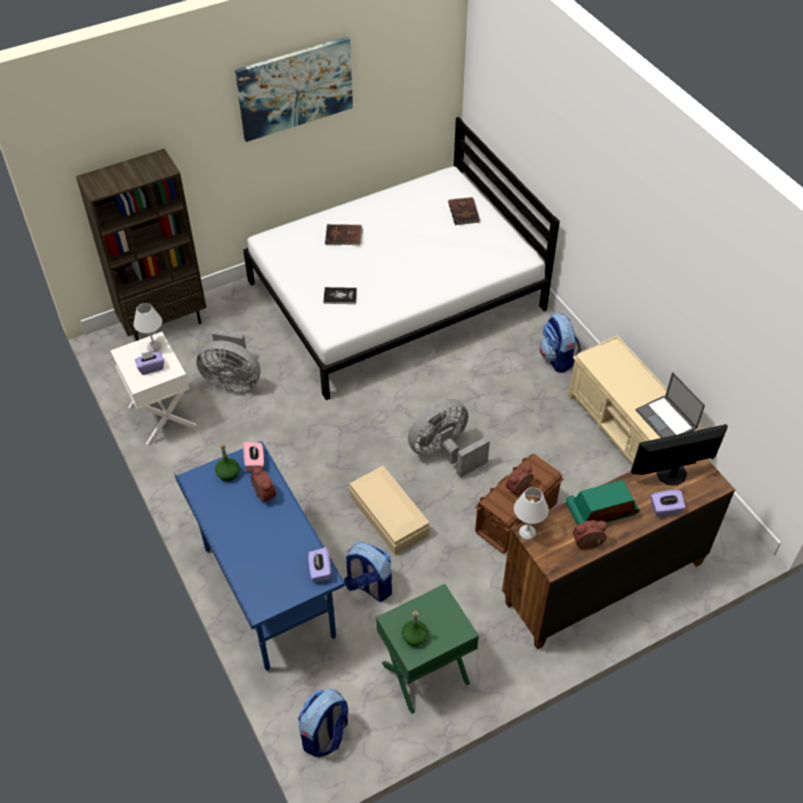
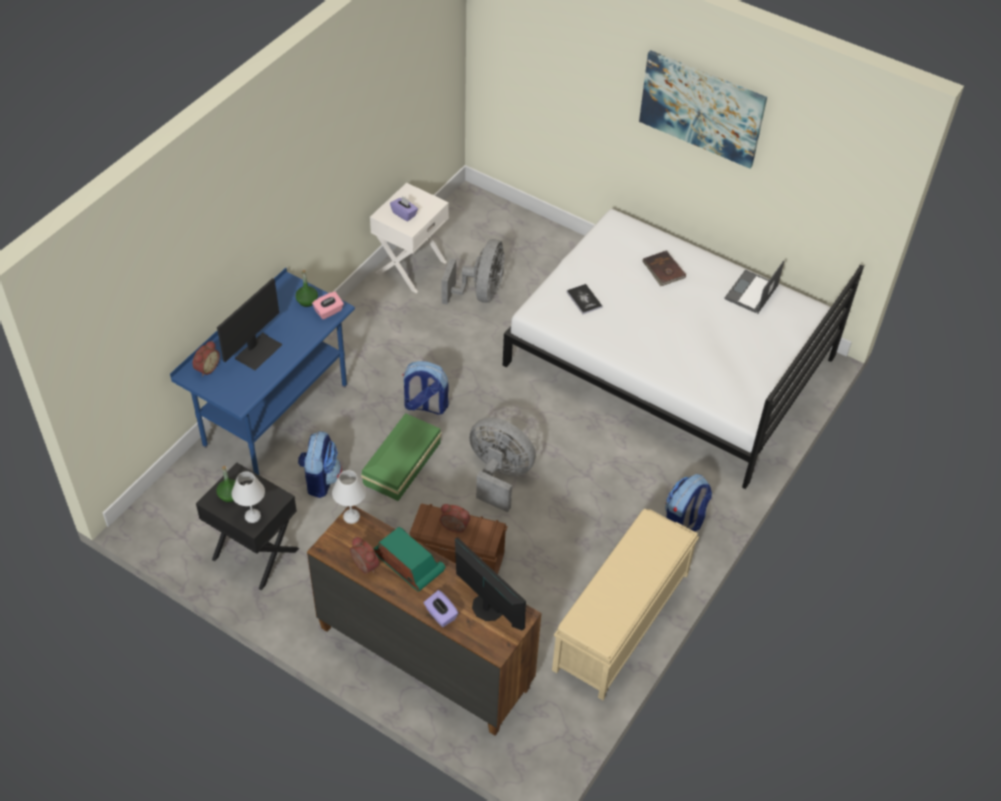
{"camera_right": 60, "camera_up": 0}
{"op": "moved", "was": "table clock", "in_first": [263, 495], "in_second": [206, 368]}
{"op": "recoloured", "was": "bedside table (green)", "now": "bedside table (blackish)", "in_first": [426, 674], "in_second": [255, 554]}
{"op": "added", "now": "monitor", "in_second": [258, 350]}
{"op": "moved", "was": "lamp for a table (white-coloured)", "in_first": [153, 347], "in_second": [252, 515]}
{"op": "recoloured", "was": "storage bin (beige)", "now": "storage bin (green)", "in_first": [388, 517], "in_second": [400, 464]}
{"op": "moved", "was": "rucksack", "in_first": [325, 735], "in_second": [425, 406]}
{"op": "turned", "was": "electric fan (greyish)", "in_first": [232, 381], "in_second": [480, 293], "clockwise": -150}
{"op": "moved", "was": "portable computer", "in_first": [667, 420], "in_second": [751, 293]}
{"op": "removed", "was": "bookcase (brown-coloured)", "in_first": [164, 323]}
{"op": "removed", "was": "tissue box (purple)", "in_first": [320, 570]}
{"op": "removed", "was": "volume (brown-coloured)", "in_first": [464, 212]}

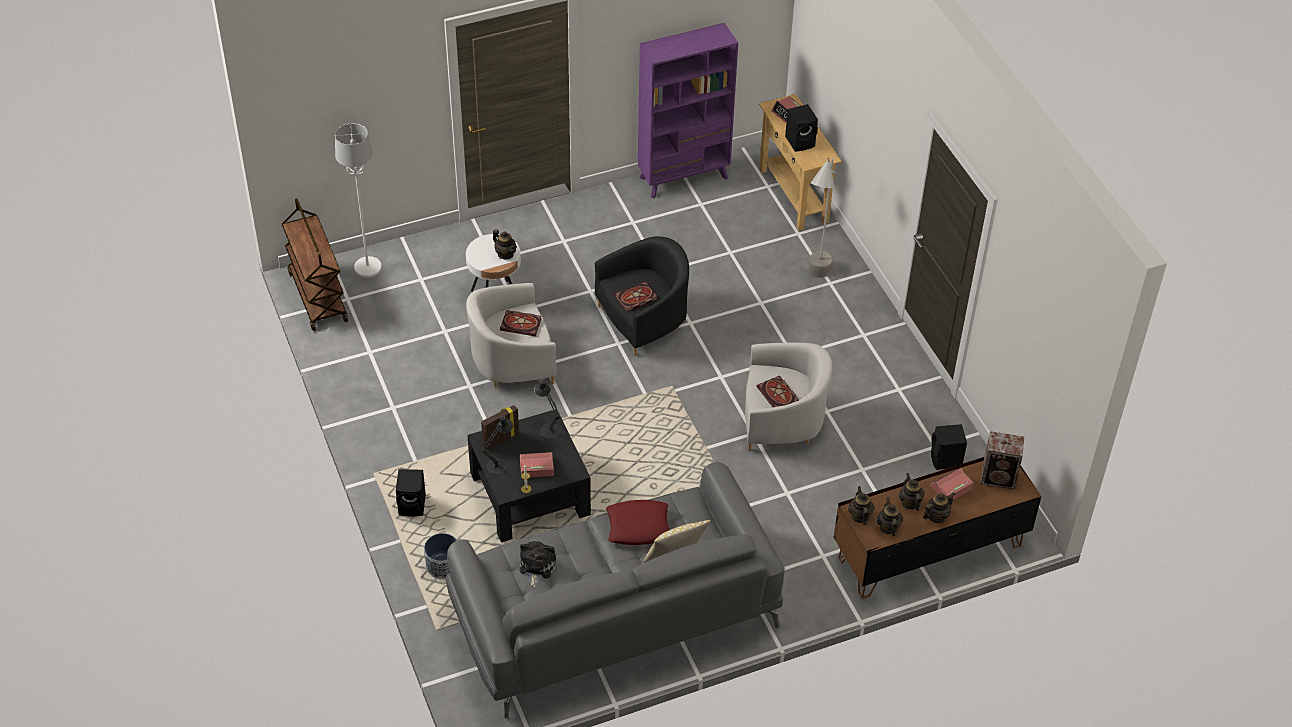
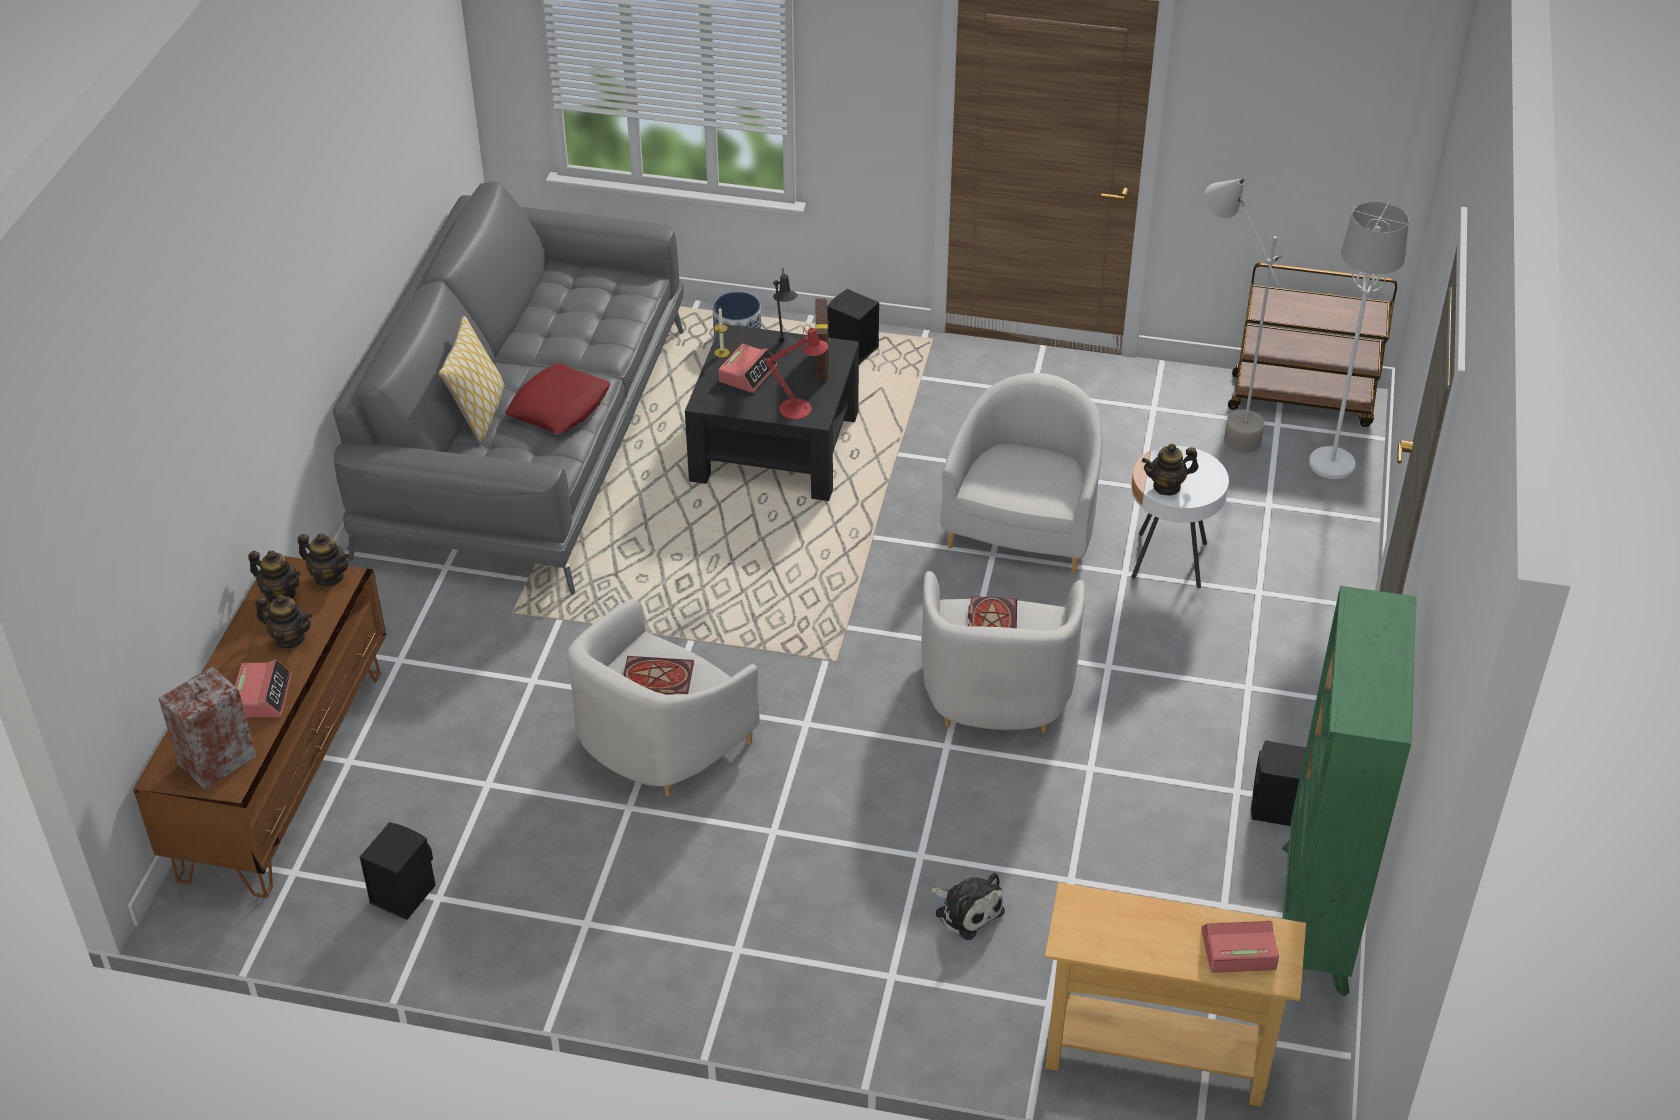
{"camera_right": 125, "camera_up": -5}
{"op": "recoloured", "was": "lamp for a table (blackish)", "now": "lamp for a table (red)", "in_first": [548, 429], "in_second": [800, 409]}
{"op": "recoloured", "was": "armchair (blackish)", "now": "armchair (white-coloured)", "in_first": [643, 320], "in_second": [997, 696]}
{"op": "moved", "was": "soft toy", "in_first": [536, 567], "in_second": [967, 910]}
{"op": "moved", "was": "standard lamp (greyish)", "in_first": [815, 282], "in_second": [1219, 425]}
{"op": "moved", "was": "loudspeaker (blackish)", "in_first": [801, 141], "in_second": [1276, 809]}
{"op": "recoloured", "was": "bookcase (purple)", "now": "bookcase (green)", "in_first": [684, 177], "in_second": [1313, 919]}
{"op": "removed", "was": "volume", "in_first": [522, 324]}
{"op": "removed", "was": "teapot", "in_first": [936, 516]}

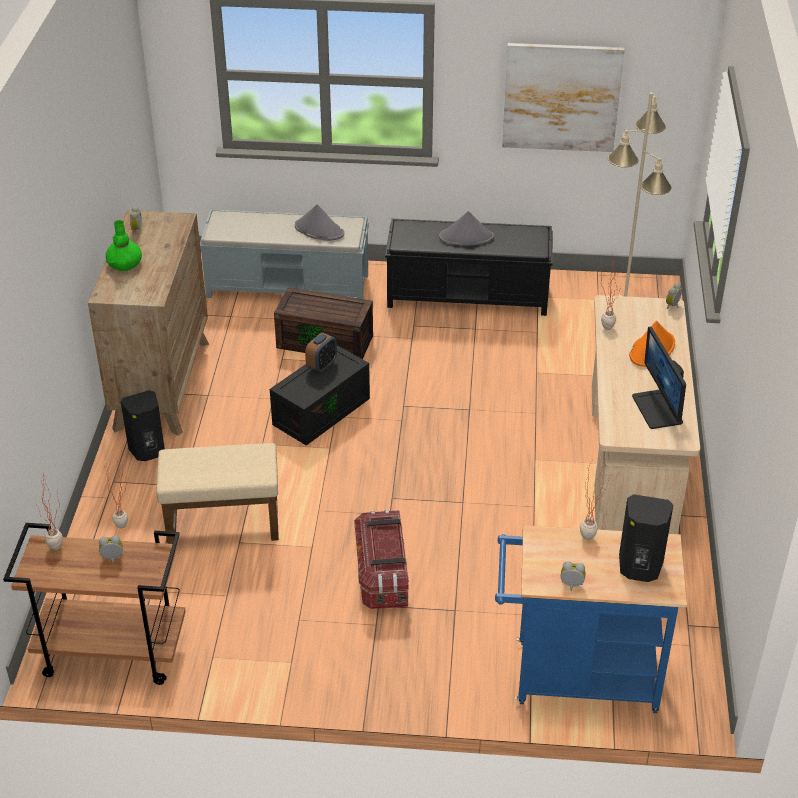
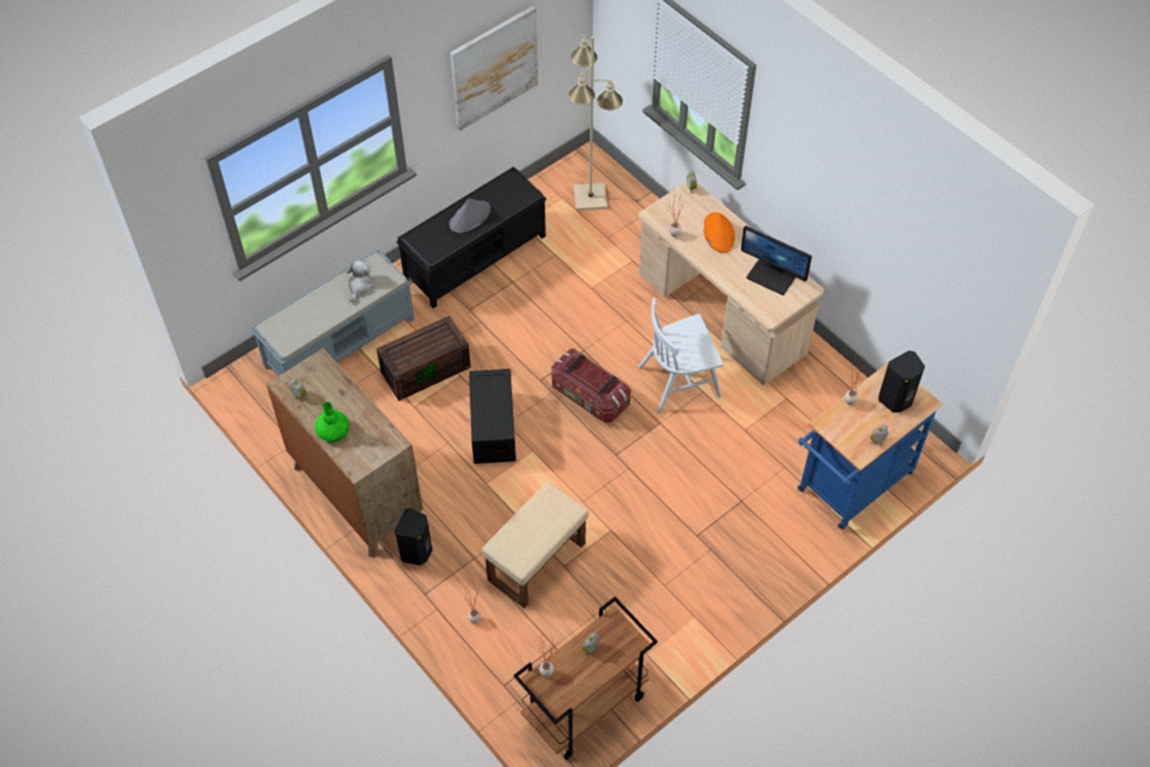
{"camera_right": -45, "camera_up": 15}
{"op": "replaced", "was": "clothing hat (greyish)", "now": "soft toy", "in_first": [319, 230], "in_second": [359, 286]}
{"op": "moved", "was": "storage bin", "in_first": [382, 575], "in_second": [589, 396]}
{"op": "added", "now": "chair (white-coloured)", "in_second": [679, 381]}
{"op": "removed", "was": "table clock", "in_first": [322, 365]}

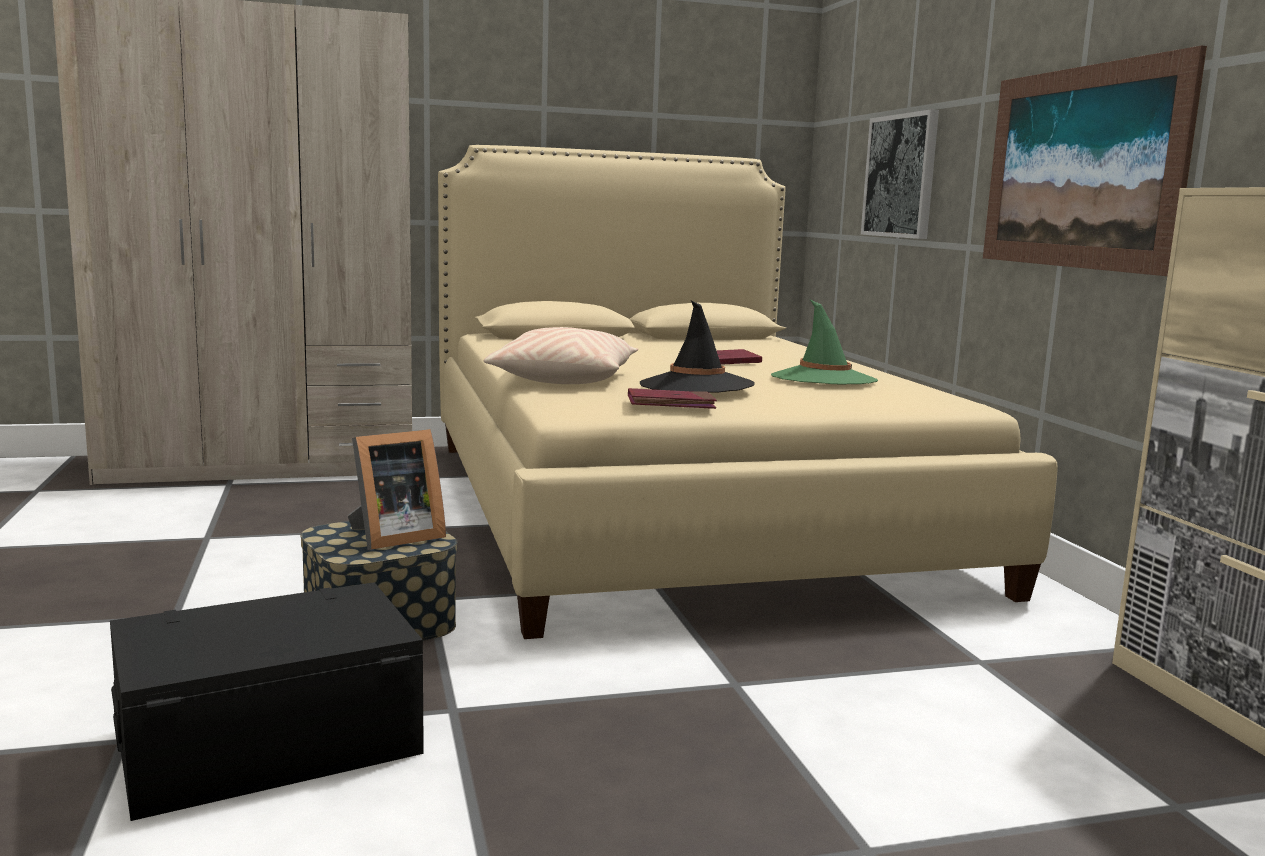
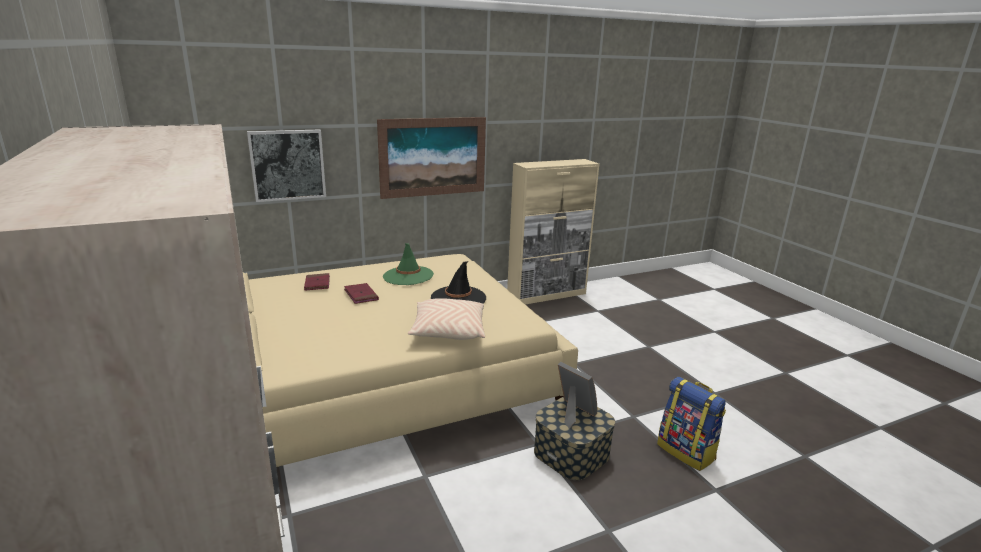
{"camera_right": -100, "camera_up": 10}
{"op": "moved", "was": "volume (red)", "in_first": [670, 404], "in_second": [317, 284]}
{"op": "replaced", "was": "storage bin (blackish)", "now": "rucksack", "in_first": [269, 743], "in_second": [686, 452]}

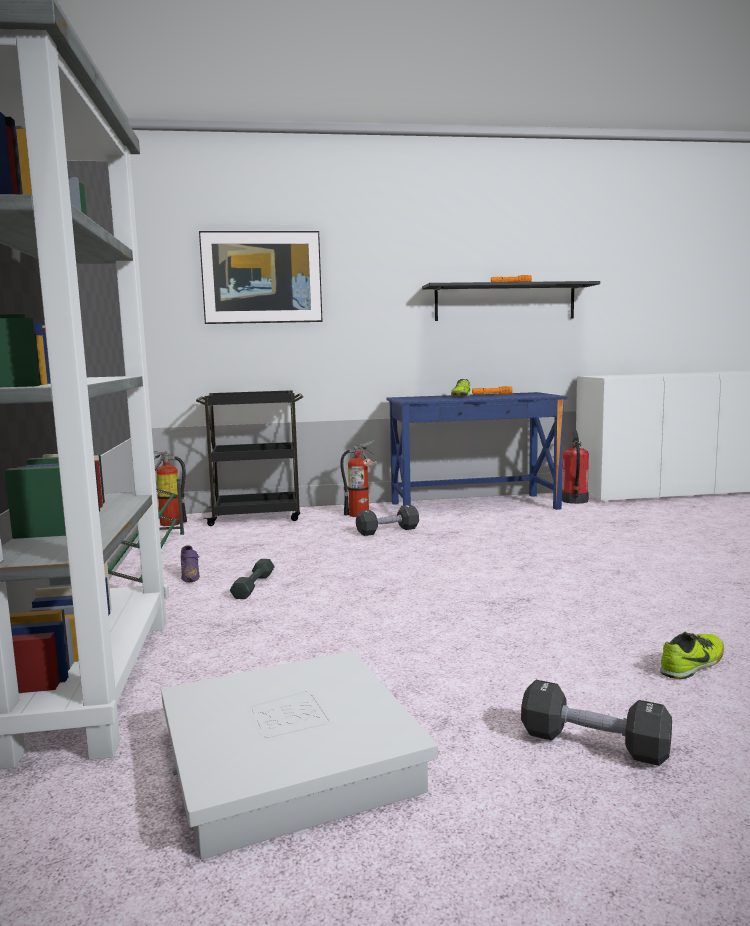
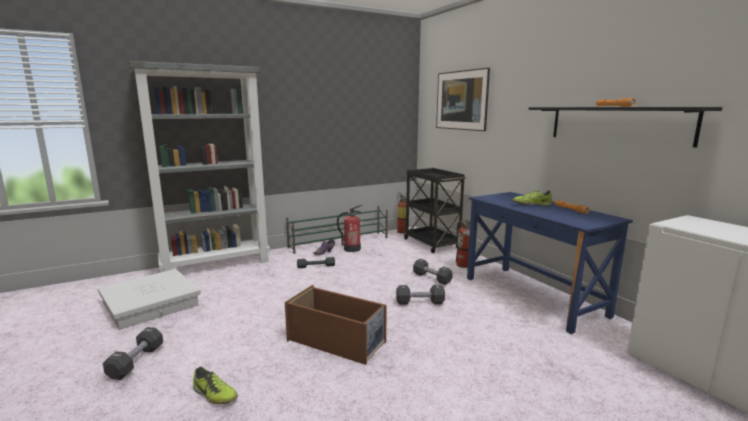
{"camera_right": 70, "camera_up": 5}
{"op": "added", "now": "storage bin (brown-coloured)", "in_second": [337, 341]}
{"op": "moved", "was": "fire-fighting cylinder", "in_first": [574, 501], "in_second": [351, 249]}
{"op": "added", "now": "hand weight (blackish)", "in_second": [420, 302]}

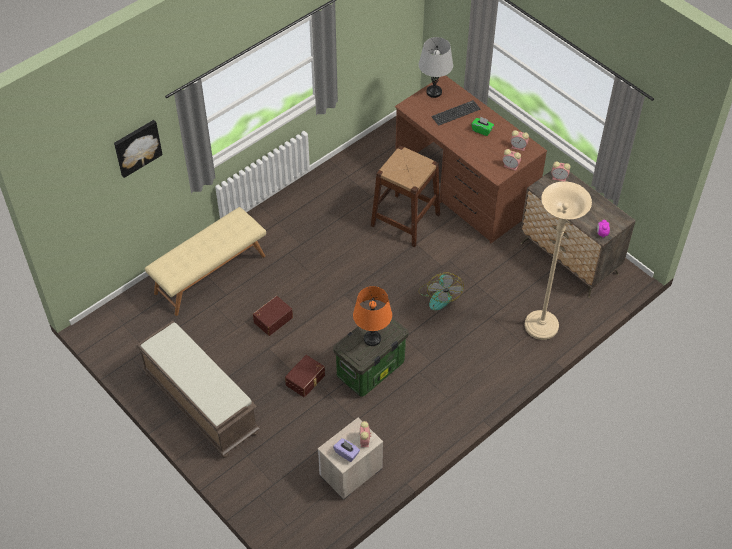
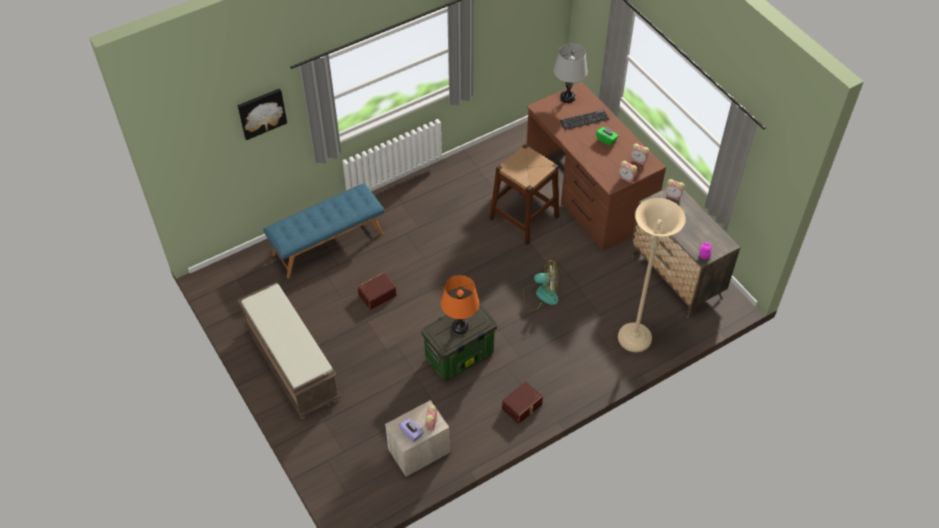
{"camera_right": 10, "camera_up": 0}
{"op": "recoloured", "was": "long seat (beige)", "now": "long seat (bluish)", "in_first": [210, 274], "in_second": [327, 243]}
{"op": "moved", "was": "storage bin (brown-coloured)", "in_first": [306, 380], "in_second": [522, 406]}
{"op": "turned", "was": "electric fan", "in_first": [439, 295], "in_second": [541, 294], "clockwise": -90}

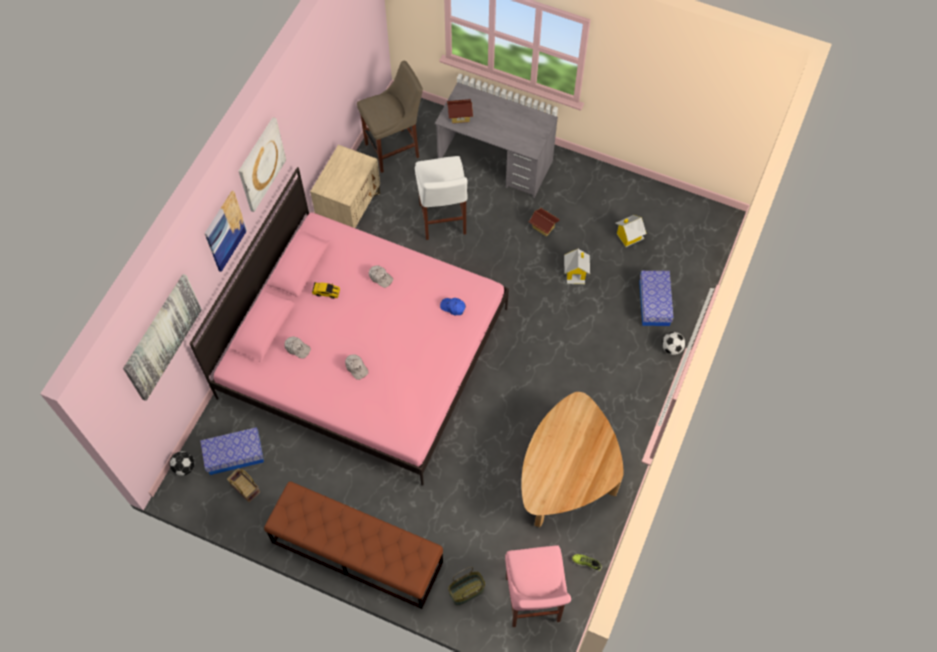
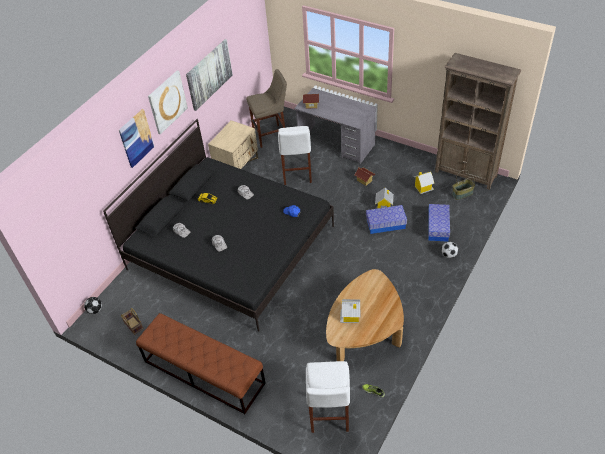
{"camera_right": 10, "camera_up": -15}
{"op": "recoloured", "was": "sleeping bed (pink)", "now": "sleeping bed (blackish)", "in_first": [364, 352], "in_second": [231, 247]}
{"op": "moved", "was": "wall art", "in_first": [162, 337], "in_second": [209, 74]}
{"op": "recoloured", "was": "stool seat (pink)", "now": "stool seat (white-coloured)", "in_first": [532, 603], "in_second": [329, 416]}
{"op": "added", "now": "miniature house", "in_second": [350, 316]}
{"op": "moved", "was": "storage bin", "in_first": [234, 455], "in_second": [386, 224]}
{"op": "added", "now": "bookcase (brown-coloured)", "in_second": [466, 174]}
{"op": "moved", "was": "storage basket", "in_first": [466, 592], "in_second": [462, 194]}

